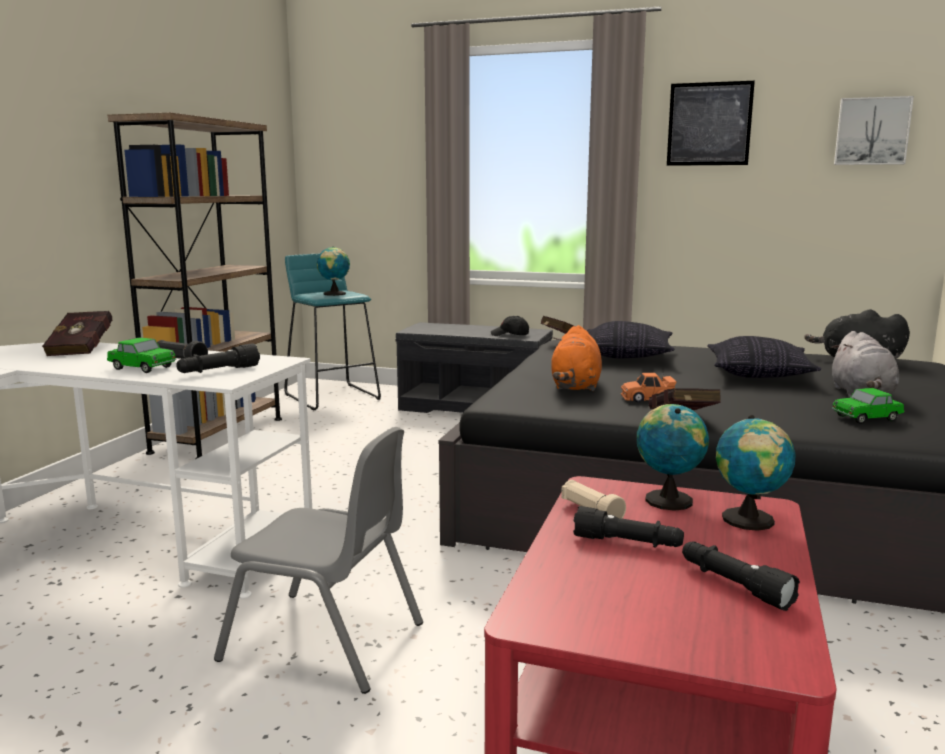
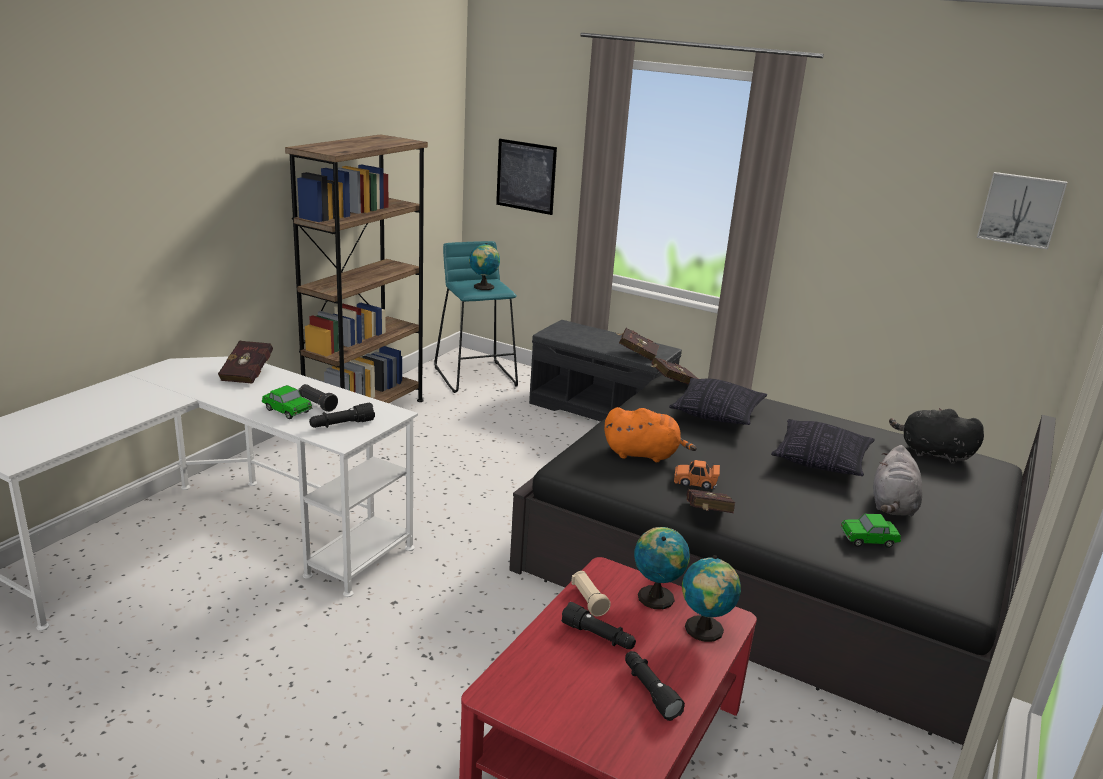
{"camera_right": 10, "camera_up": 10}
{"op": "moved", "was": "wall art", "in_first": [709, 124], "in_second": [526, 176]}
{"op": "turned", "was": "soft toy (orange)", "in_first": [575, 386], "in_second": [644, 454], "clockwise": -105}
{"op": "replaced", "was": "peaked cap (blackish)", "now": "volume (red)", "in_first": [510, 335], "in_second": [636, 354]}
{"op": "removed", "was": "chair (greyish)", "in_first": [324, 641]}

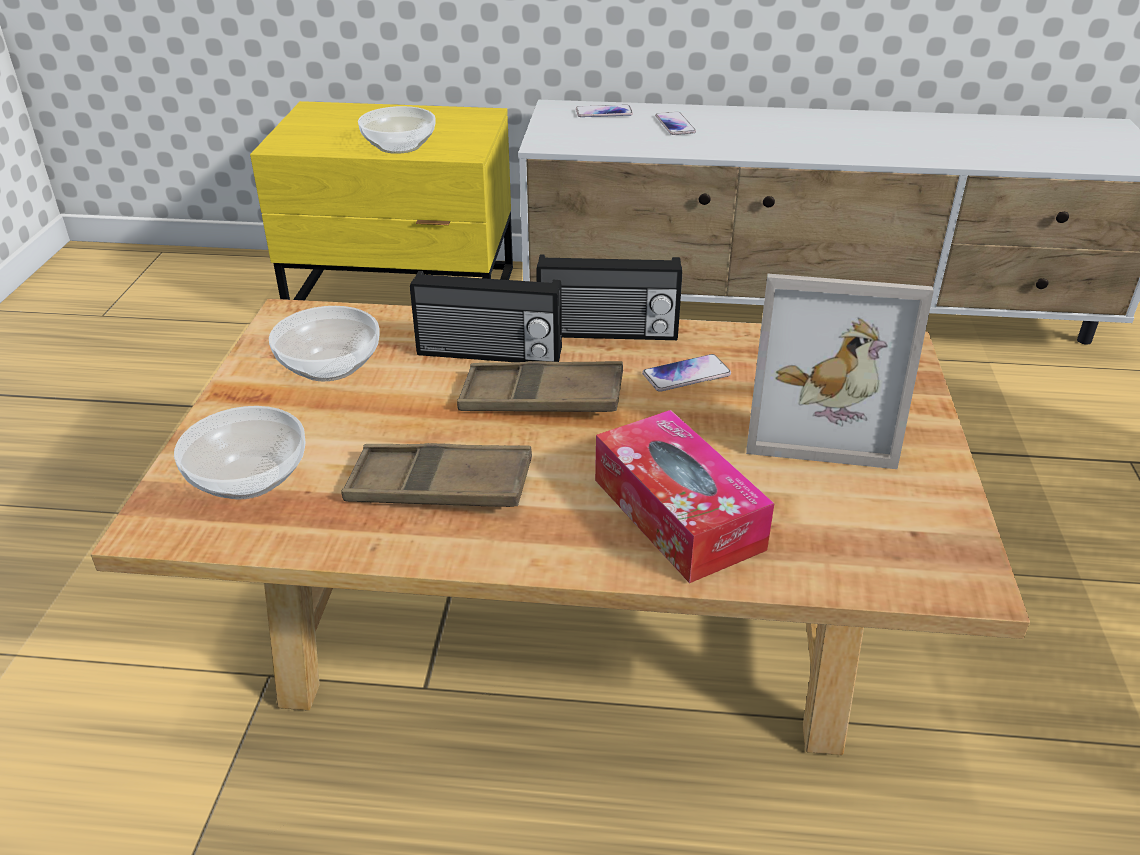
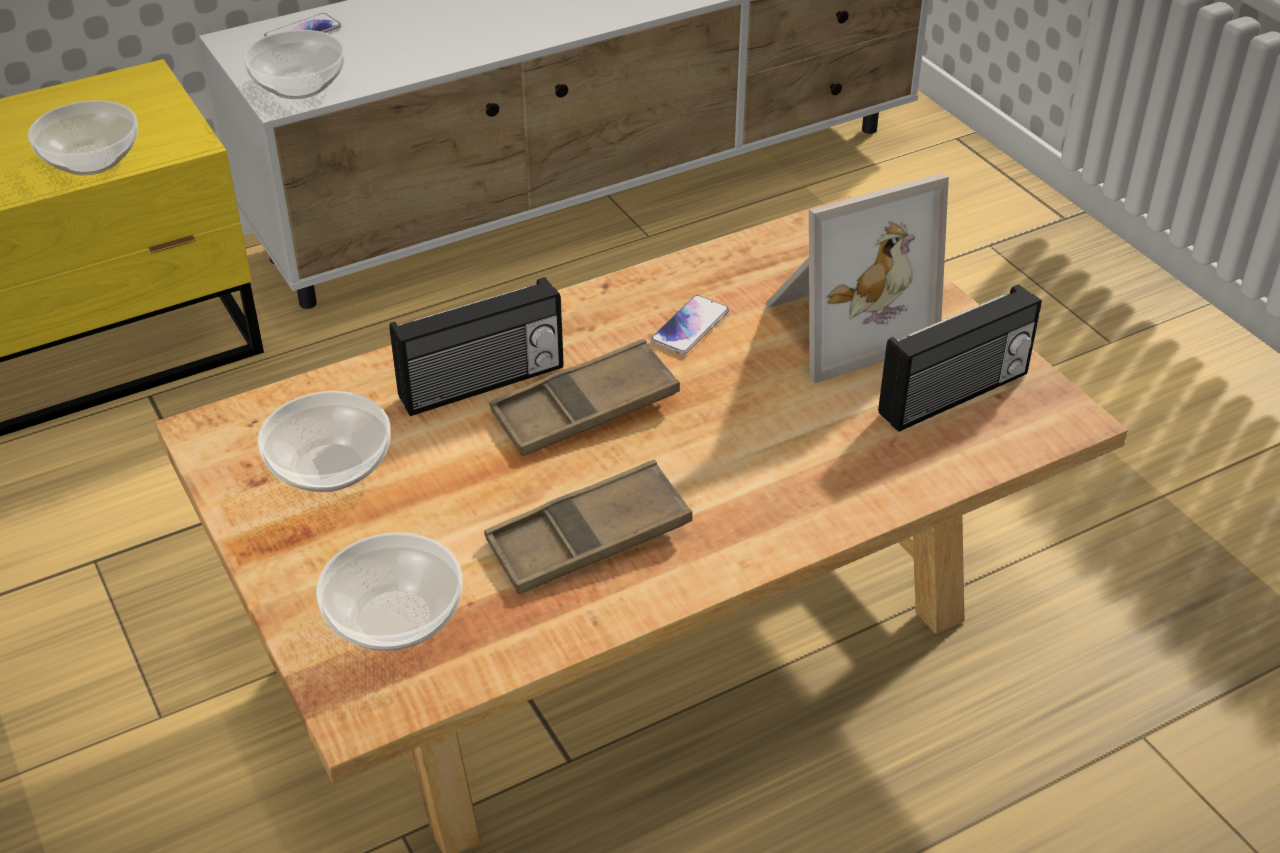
{"camera_right": -35, "camera_up": 5}
{"op": "added", "now": "deep dish", "in_second": [299, 85]}
{"op": "moved", "was": "radio receiver", "in_first": [607, 333], "in_second": [955, 395]}
{"op": "removed", "was": "tissue box", "in_first": [677, 514]}
{"op": "removed", "was": "phone", "in_first": [675, 125]}

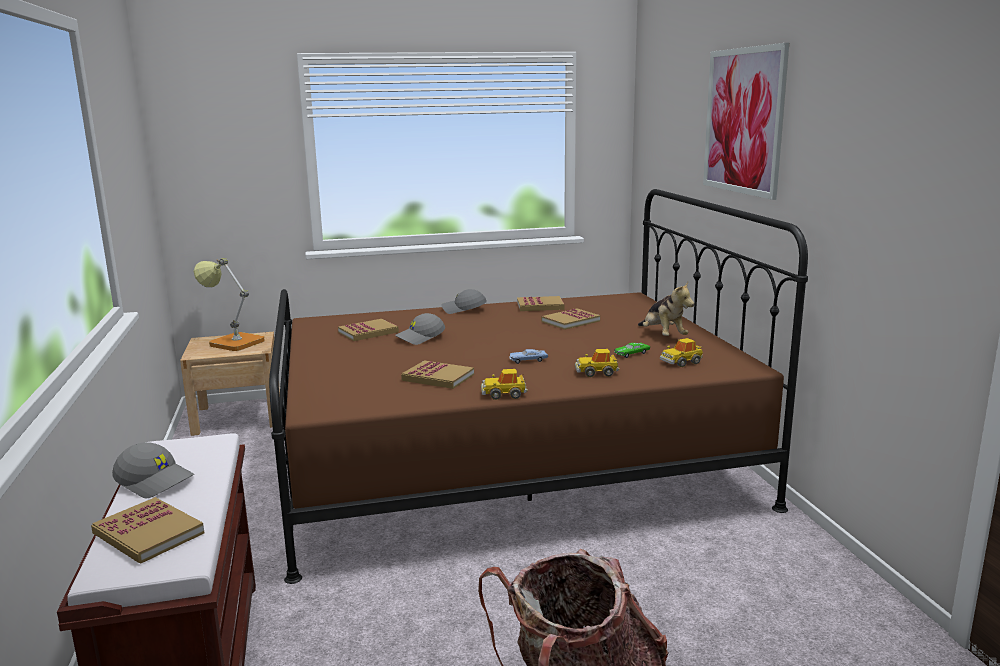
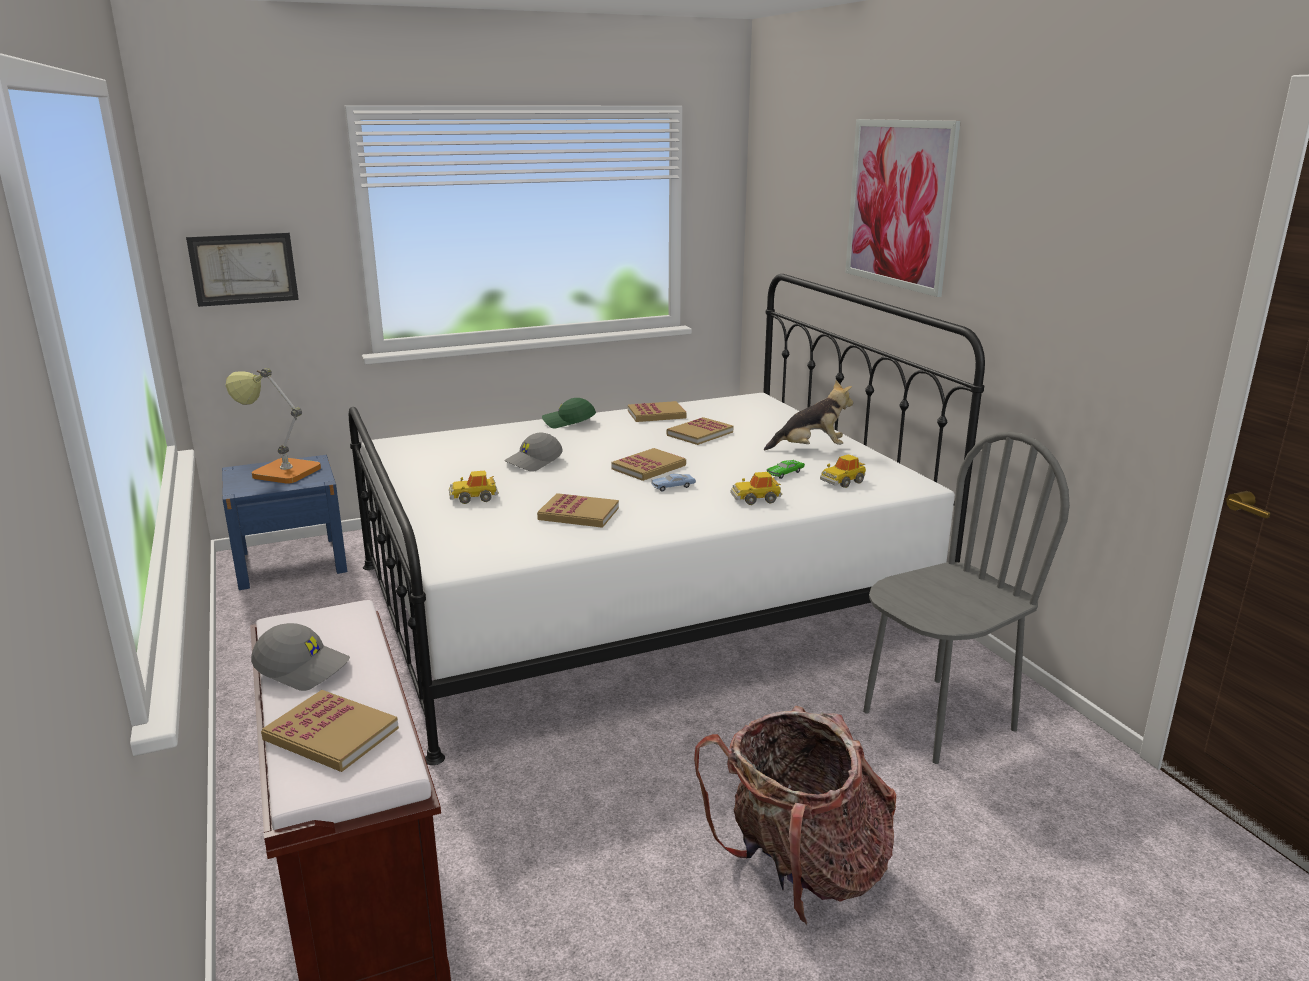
{"camera_right": -10, "camera_up": 5}
{"op": "added", "now": "wall art", "in_second": [244, 269]}
{"op": "recoloured", "was": "bedside table (beige)", "now": "bedside table (bluish)", "in_first": [238, 417], "in_second": [291, 562]}
{"op": "recoloured", "was": "sleeping bed (brown-coloured)", "now": "sleeping bed (white-coloured)", "in_first": [508, 461], "in_second": [638, 598]}
{"op": "moved", "was": "toy car", "in_first": [504, 394], "in_second": [474, 498]}
{"op": "recoloured", "was": "peaked cap (greyish)", "now": "peaked cap (green)", "in_first": [463, 310], "in_second": [568, 422]}
{"op": "moved", "was": "volume", "in_first": [368, 332], "in_second": [649, 467]}
{"op": "turned", "was": "soft toy", "in_first": [663, 336], "in_second": [810, 449], "clockwise": -60}
{"op": "added", "now": "chair (greyish)", "in_second": [938, 719]}

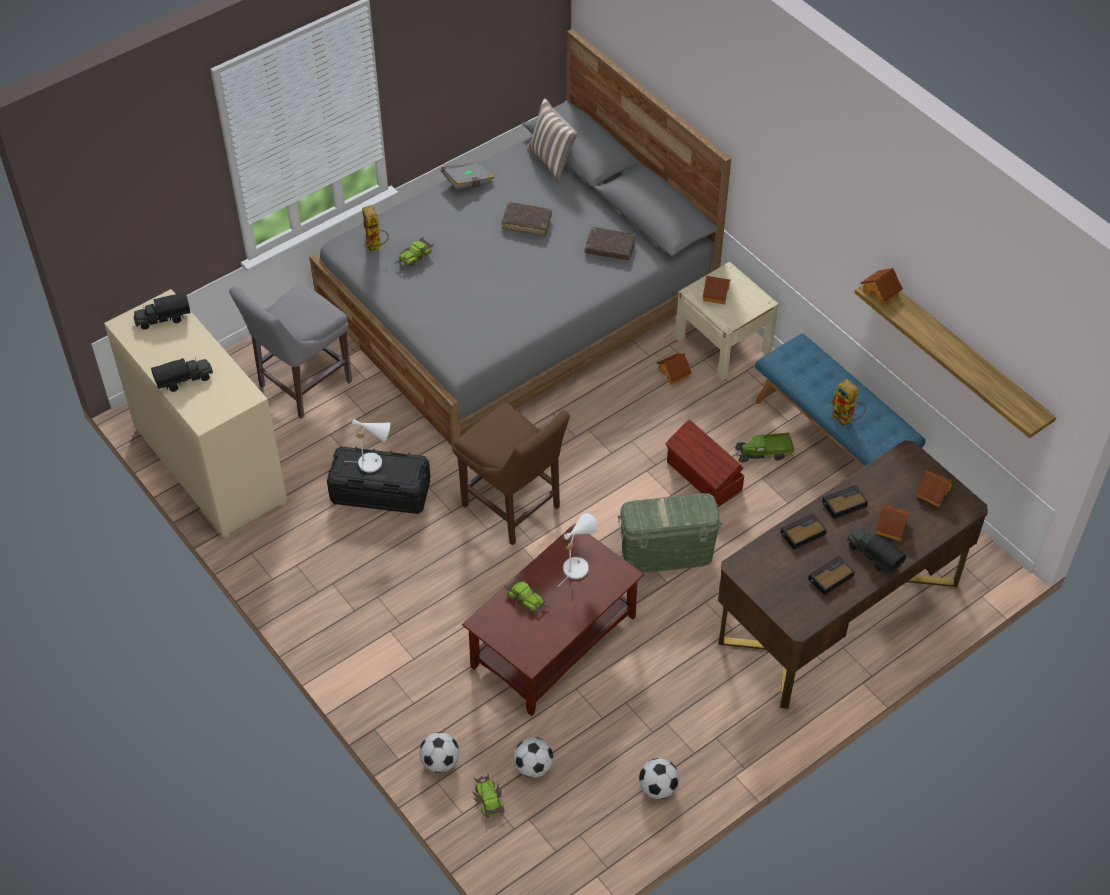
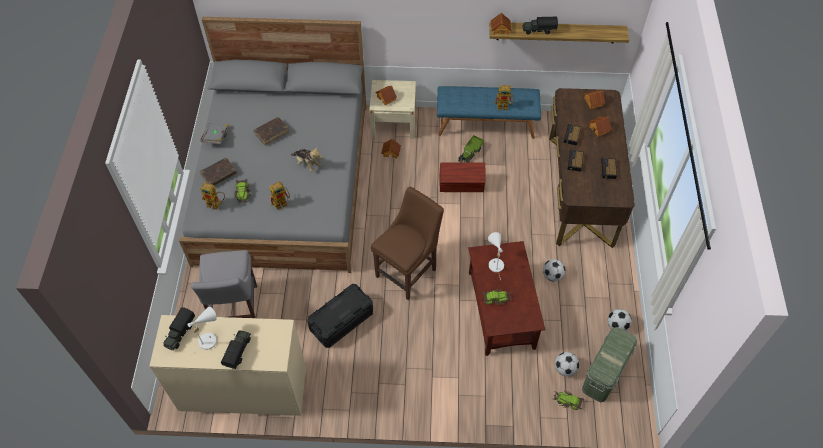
{"camera_right": -50, "camera_up": 5}
{"op": "moved", "was": "lamp for a table (white-coloured)", "in_first": [374, 462], "in_second": [209, 339]}
{"op": "moved", "was": "volume (brown-coloured)", "in_first": [610, 248], "in_second": [219, 175]}
{"op": "added", "now": "toy robot", "in_second": [282, 202]}
{"op": "added", "now": "soft toy", "in_second": [307, 164]}
{"op": "turned", "was": "chair (brown-coloured)", "in_first": [514, 509], "in_second": [408, 271], "clockwise": -45}
{"op": "moved", "was": "toy lorry", "in_first": [873, 555], "in_second": [538, 30]}
{"op": "moved", "was": "football", "in_first": [440, 762], "in_second": [552, 275]}
{"op": "moved", "was": "storage bin (green)", "in_first": [666, 554], "in_second": [604, 375]}
{"op": "removed", "was": "throw pillow", "in_first": [552, 161]}

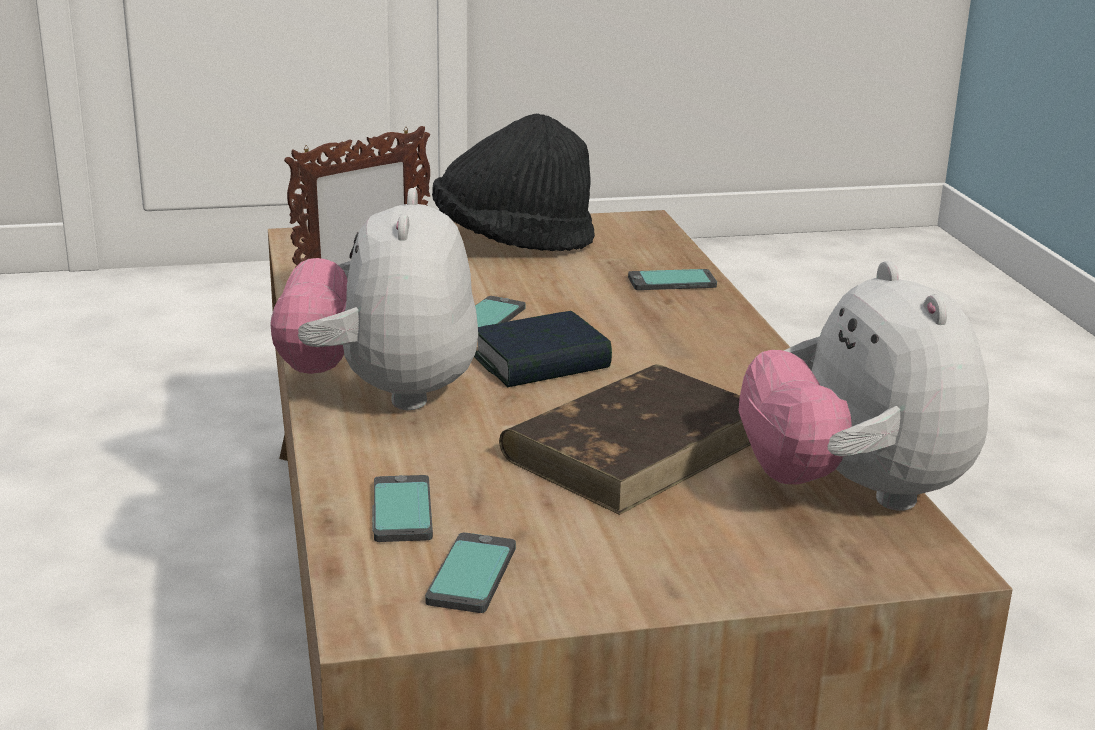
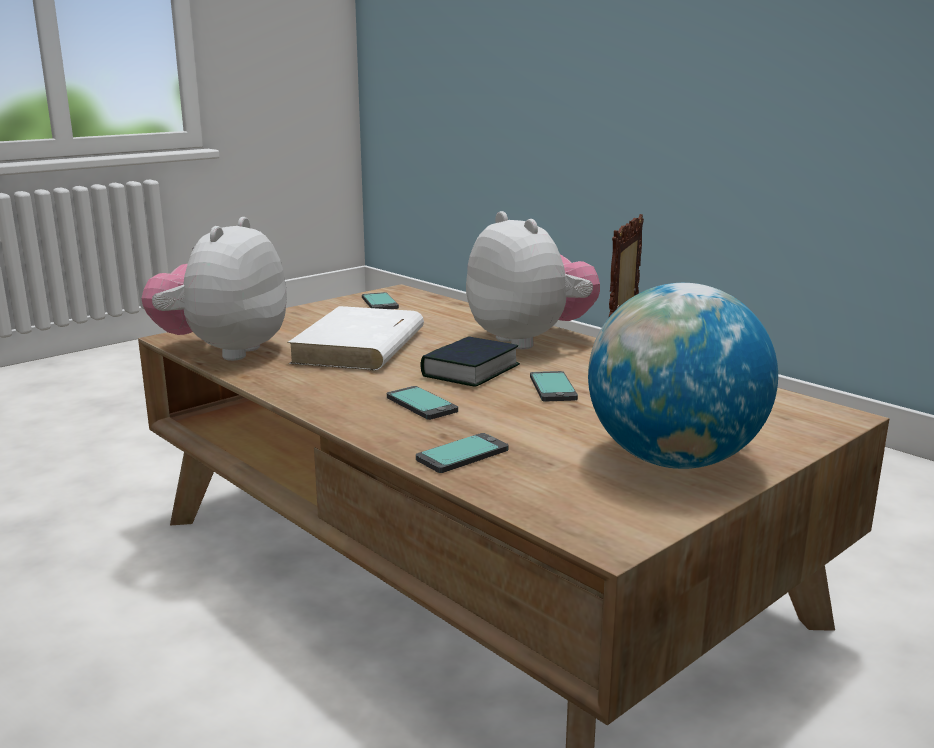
{"camera_right": 150, "camera_up": -5}
{"op": "turned", "was": "soft toy", "in_first": [854, 493], "in_second": [224, 351], "clockwise": -120}
{"op": "recoloured", "was": "volume (brown-coloured)", "now": "volume (white-coloured)", "in_first": [636, 446], "in_second": [359, 347]}
{"op": "moved", "was": "phone", "in_first": [401, 511], "in_second": [422, 404]}
{"op": "replaced", "was": "clothing hat (blackish)", "now": "desk globe", "in_first": [513, 242], "in_second": [673, 460]}

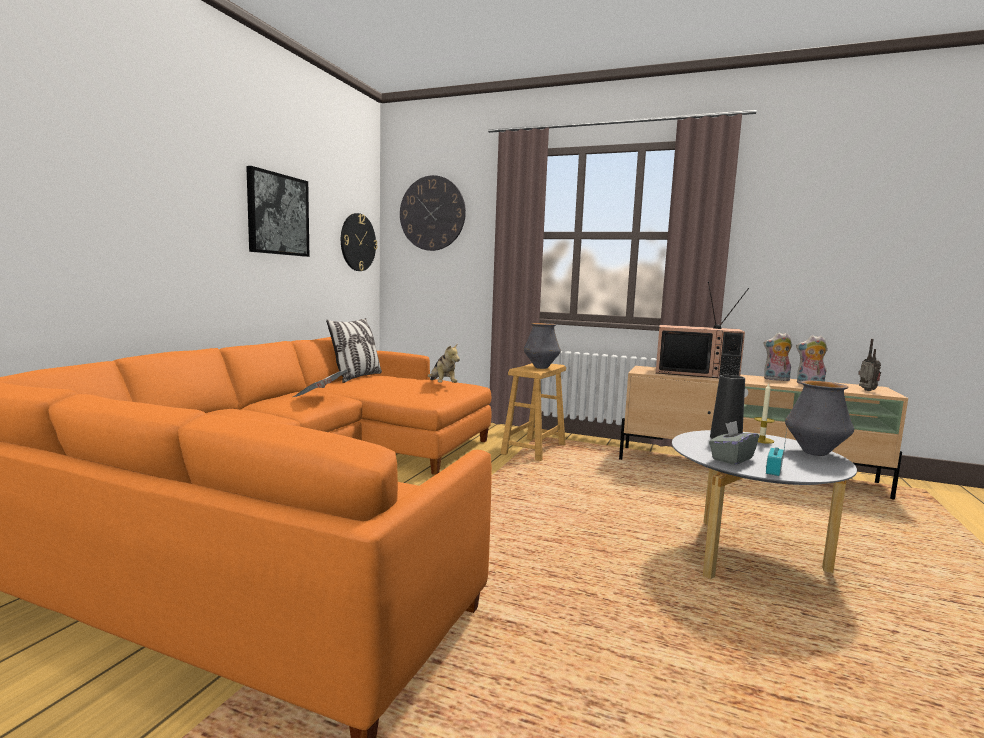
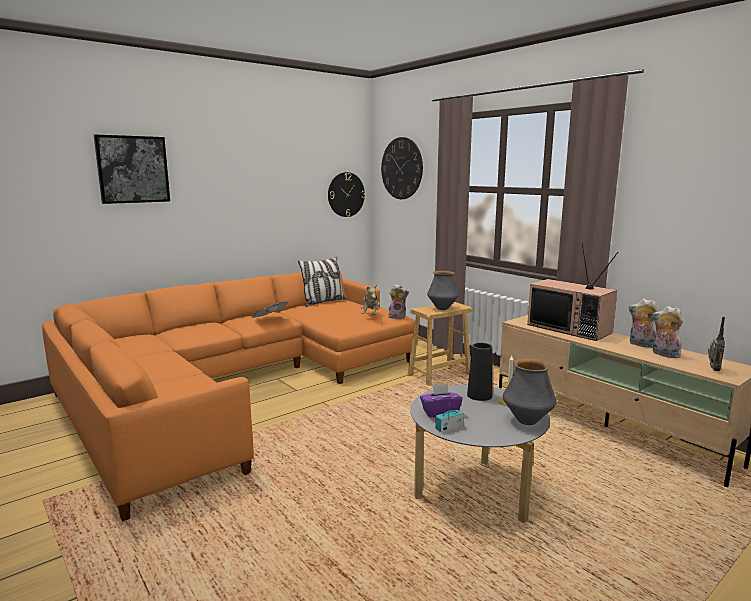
{"camera_right": 30, "camera_up": 5}
{"op": "moved", "was": "wall art", "in_first": [278, 214], "in_second": [133, 169]}
{"op": "added", "now": "soft toy", "in_second": [397, 317]}
{"op": "recoloured", "was": "tissue box (greyish)", "now": "tissue box (purple)", "in_first": [731, 459], "in_second": [440, 412]}

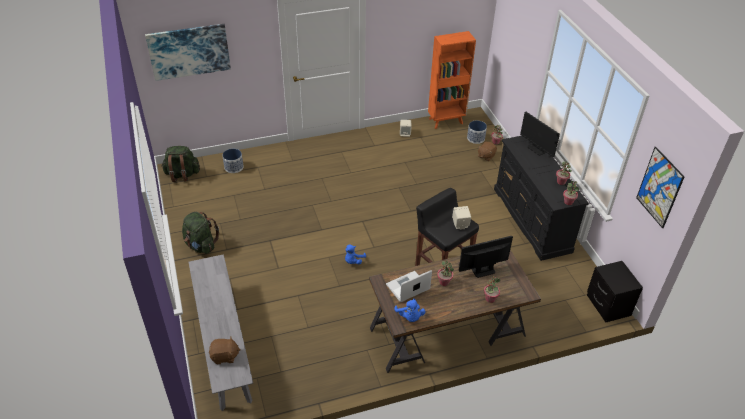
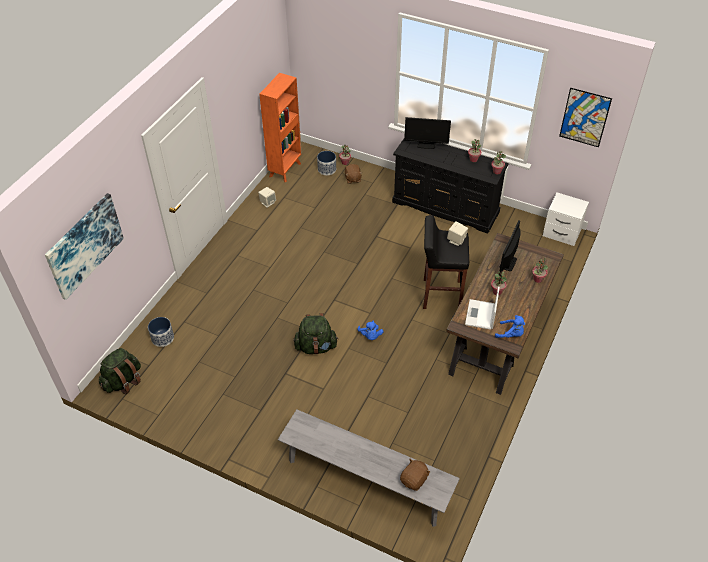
{"camera_right": -45, "camera_up": 5}
{"op": "moved", "was": "rucksack (green)", "in_first": [201, 245], "in_second": [316, 347]}
{"op": "recoloured", "was": "bedside table (blackish)", "now": "bedside table (white-coloured)", "in_first": [607, 305], "in_second": [561, 233]}

